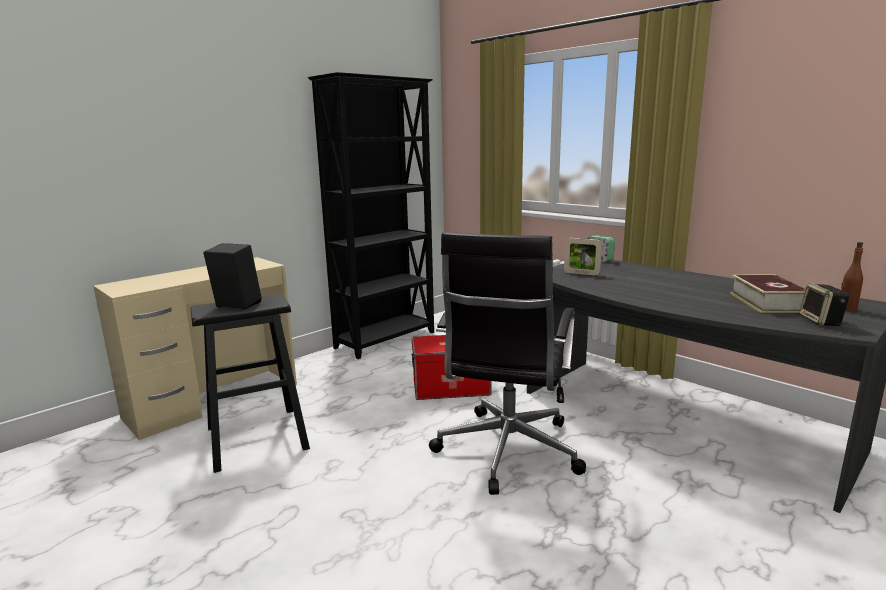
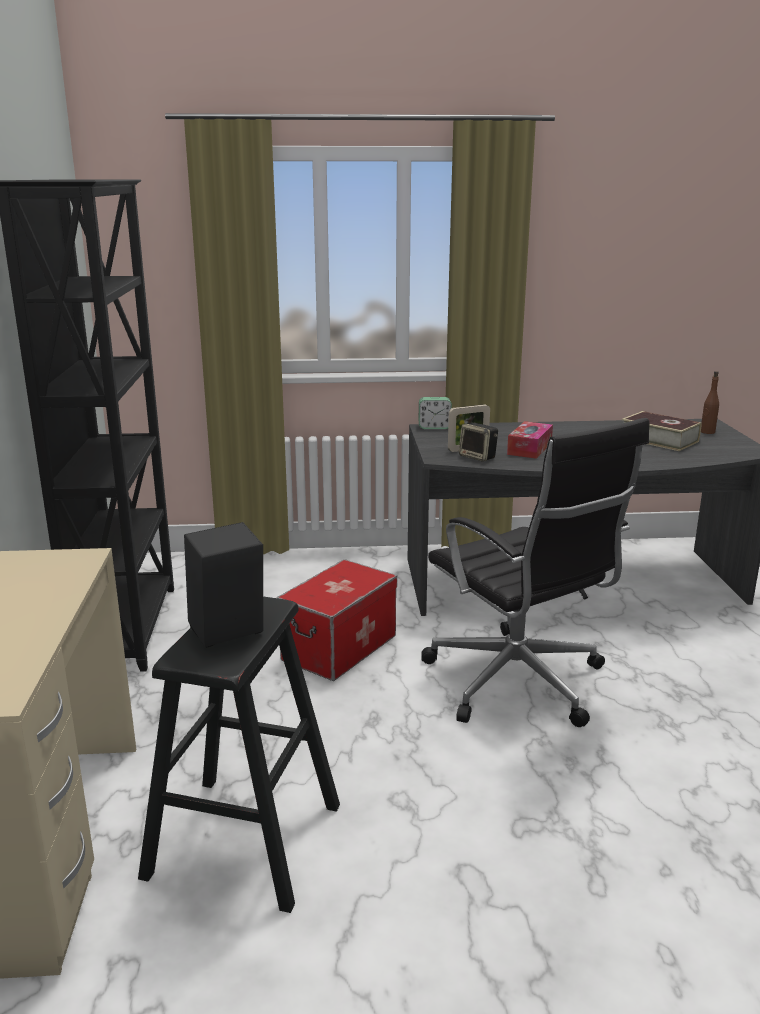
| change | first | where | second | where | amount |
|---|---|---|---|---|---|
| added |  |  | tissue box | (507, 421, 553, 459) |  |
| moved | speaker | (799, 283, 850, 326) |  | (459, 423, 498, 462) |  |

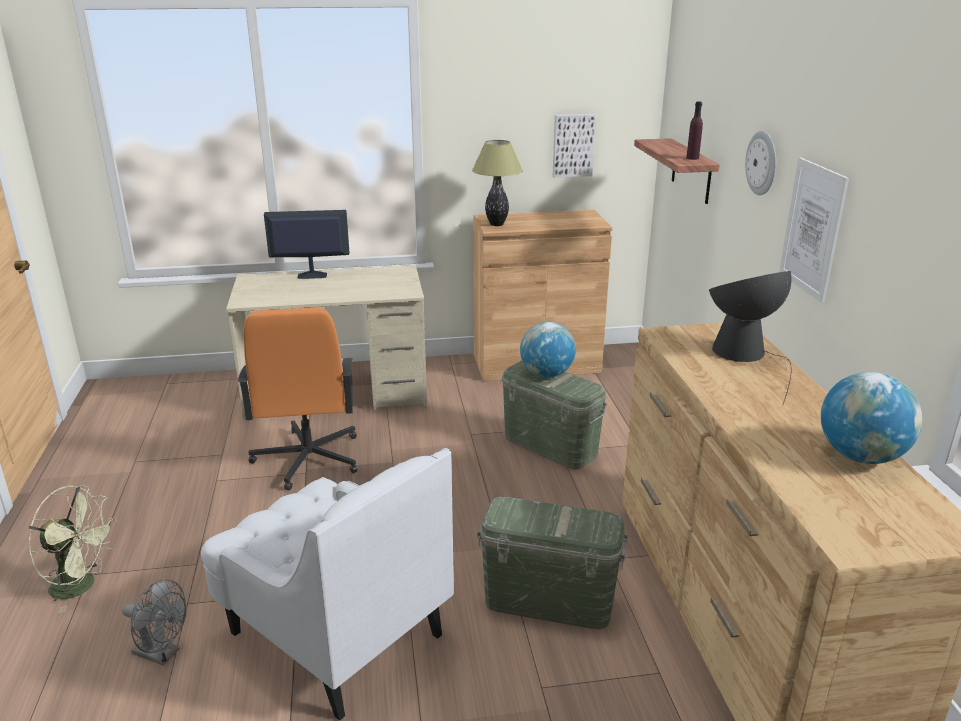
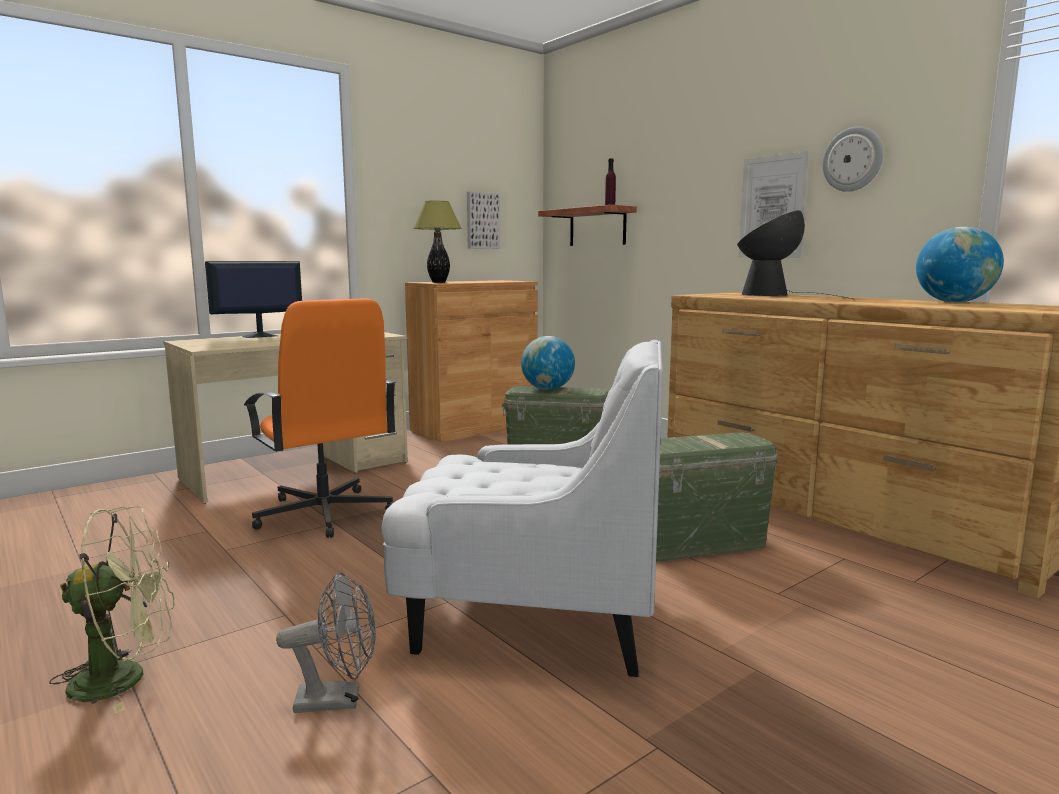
| change | first | where | second | where | amount |
|---|---|---|---|---|---|
| moved | wall clock | (745, 131, 776, 195) |  | (822, 127, 883, 192) |  |

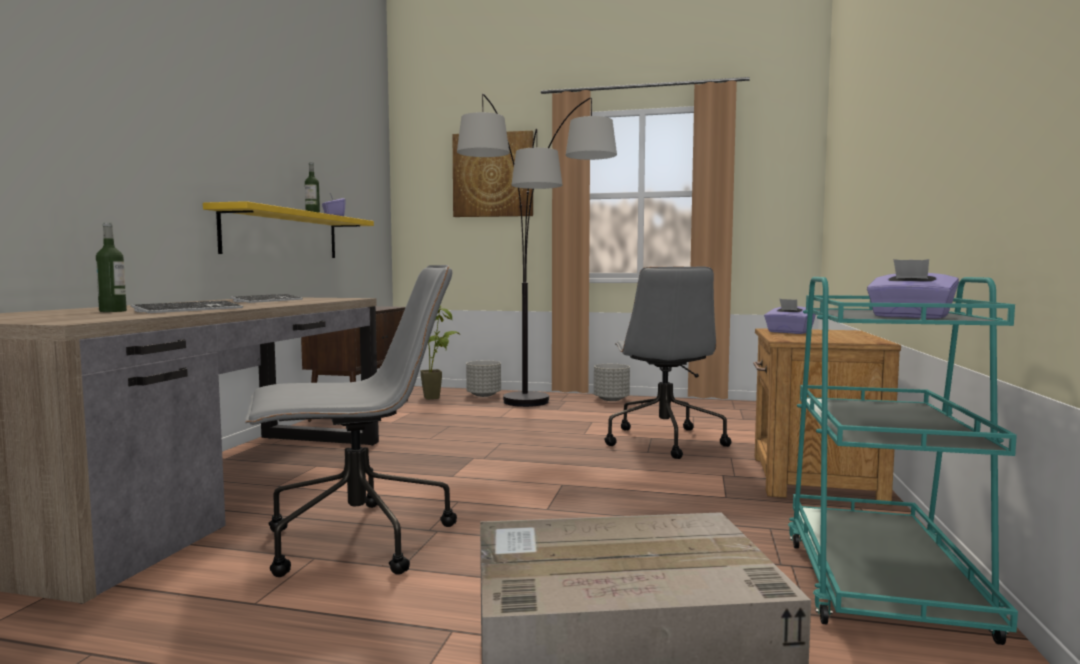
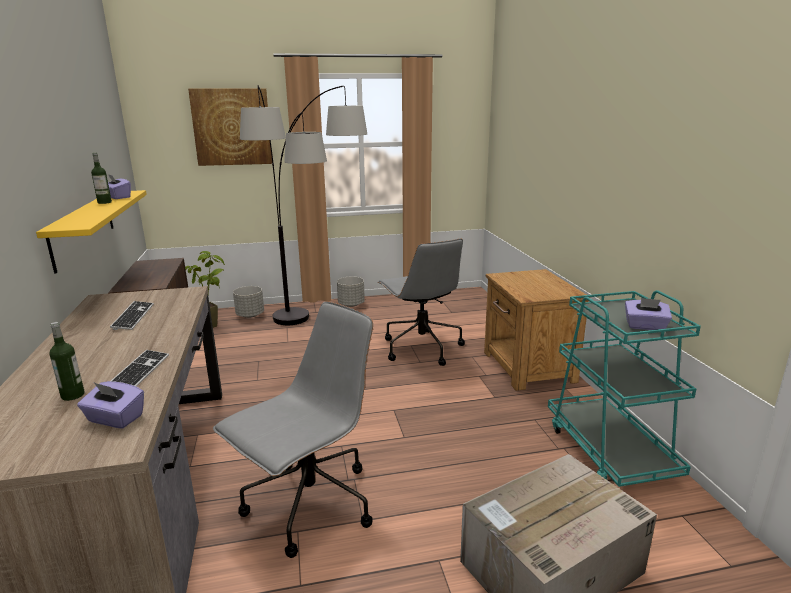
| change | first | where | second | where | amount |
|---|---|---|---|---|---|
| moved | tissue box in purple | (764, 299, 816, 334) |  | (77, 381, 144, 429) |  |

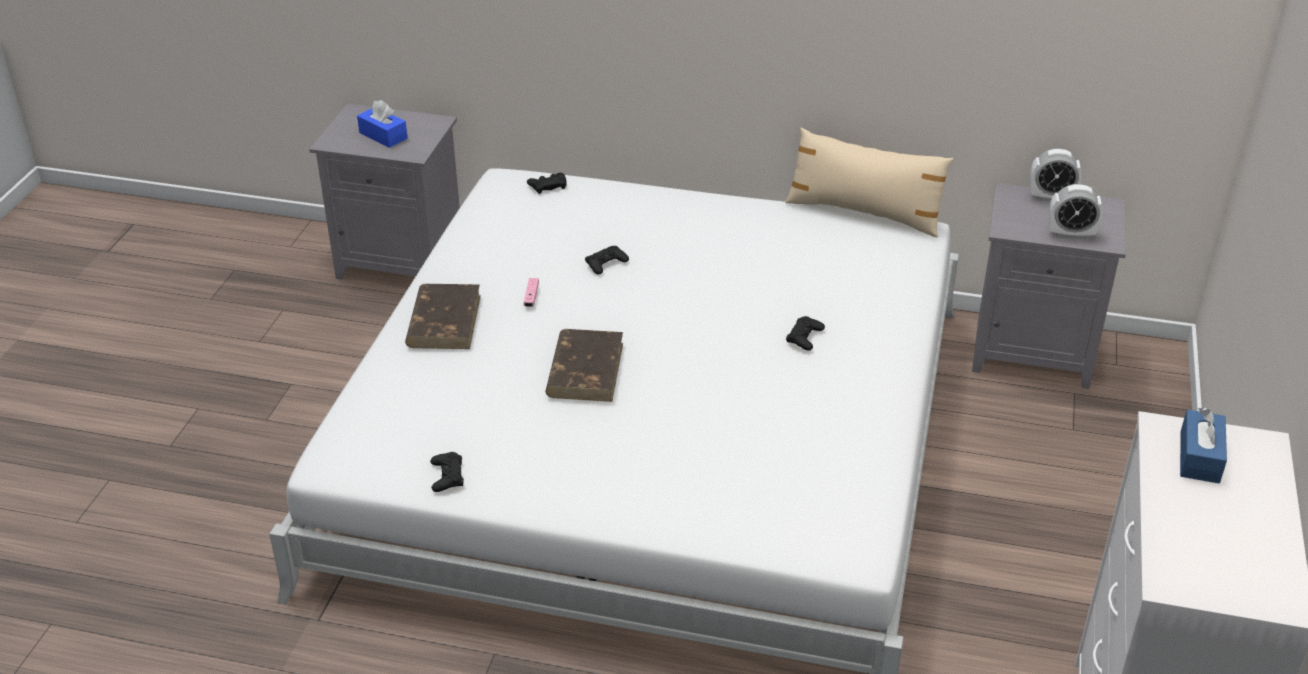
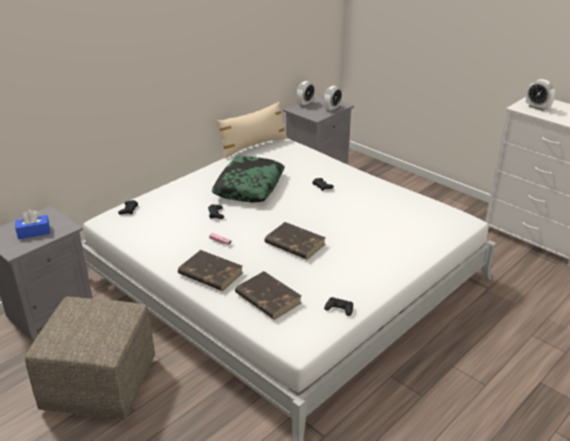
| change | first | where | second | where | amount |
|---|---|---|---|---|---|
| added |  |  | ottoman in beige | (25, 297, 155, 420) |  |
| added |  |  | pillow | (212, 156, 285, 203) |  |
| added |  |  | book in brown | (235, 271, 301, 319) |  |
| replaced | tissue box in blue | (1180, 407, 1227, 483) | alarm clock | (526, 79, 555, 111) |  |

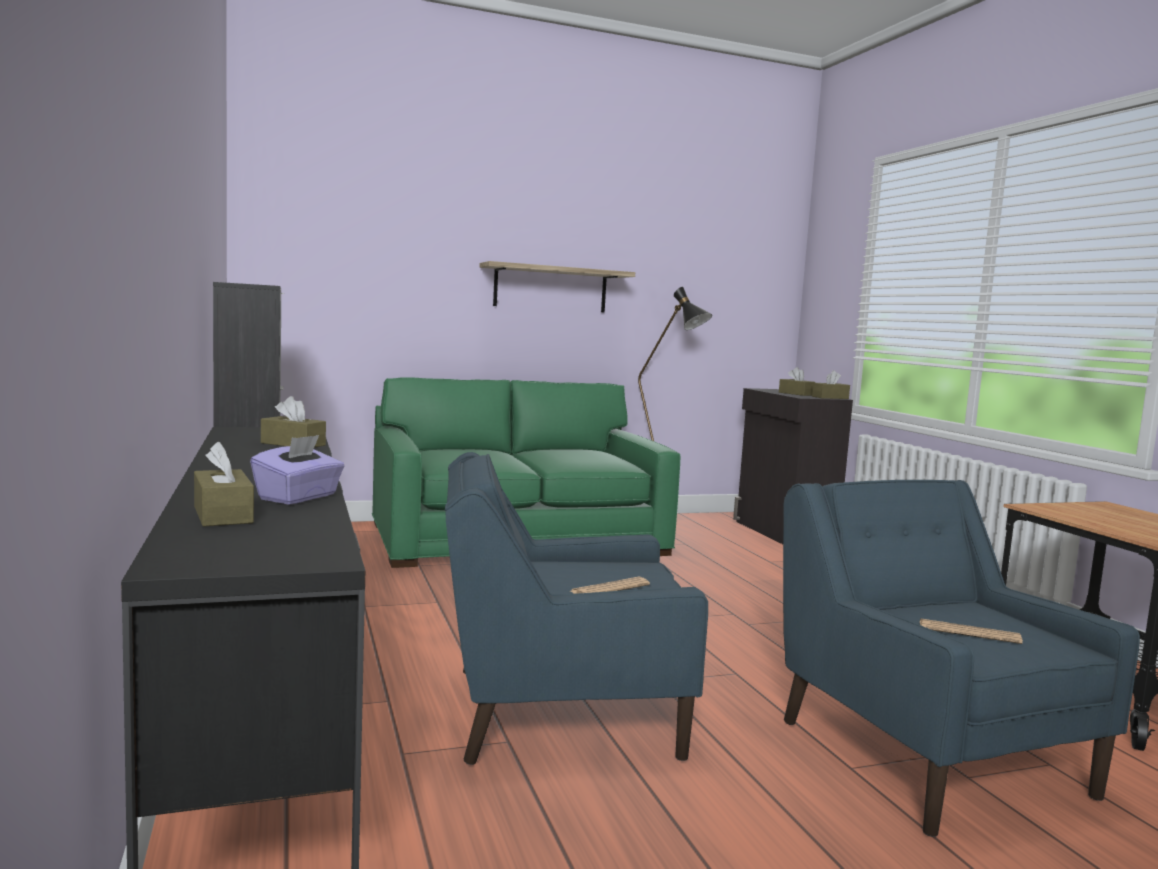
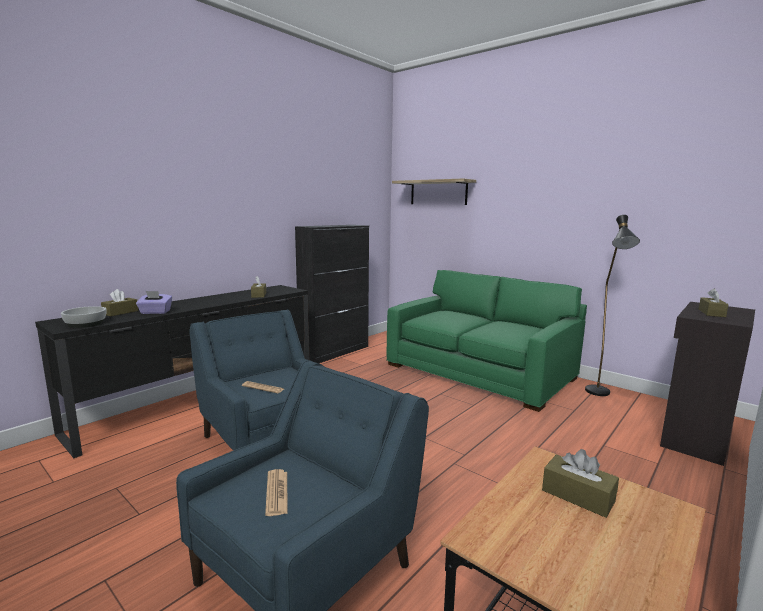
| change | first | where | second | where | amount |
|---|---|---|---|---|---|
| added |  |  | bowl | (61, 306, 106, 328) |  |
| moved | shelf | (479, 261, 635, 313) |  | (392, 178, 476, 205) |  |
| moved | tissue box in brown | (812, 370, 850, 399) |  | (542, 449, 619, 518) |  |

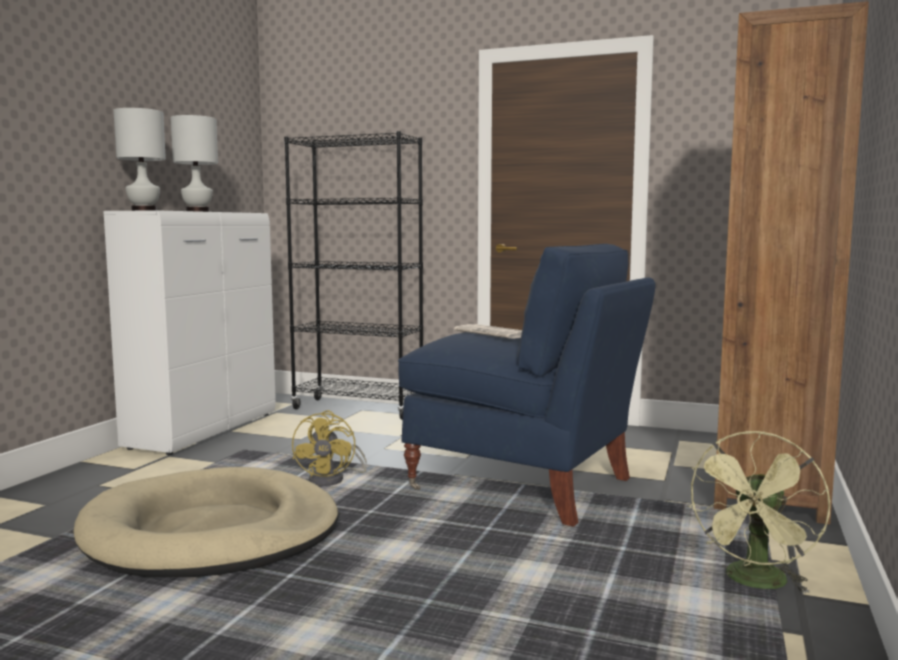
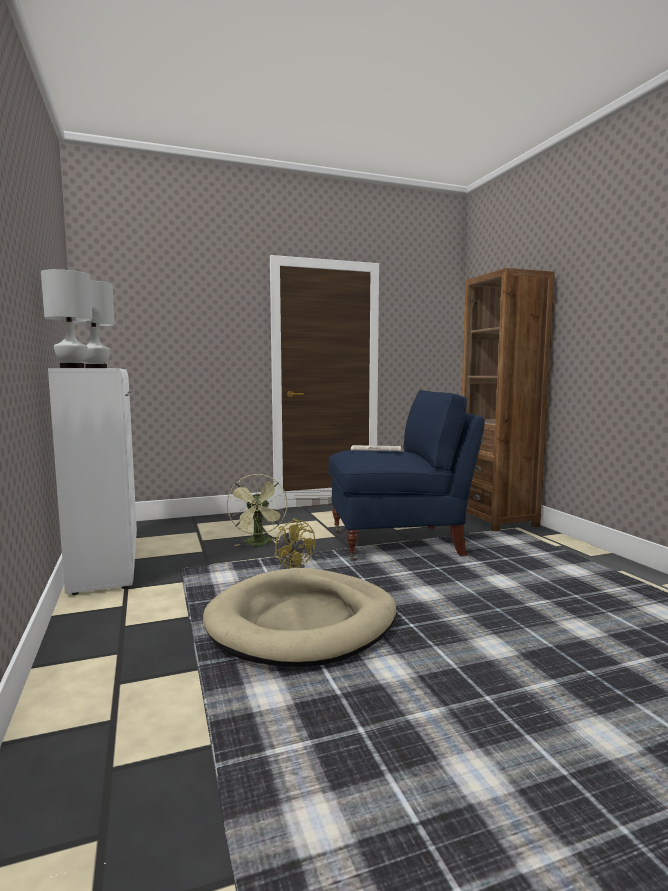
| change | first | where | second | where | amount |
|---|---|---|---|---|---|
| removed | bookcase in black | (284, 131, 423, 420) |  |  |  |
| moved | fan in green | (687, 431, 830, 593) |  | (227, 474, 288, 546) |  |

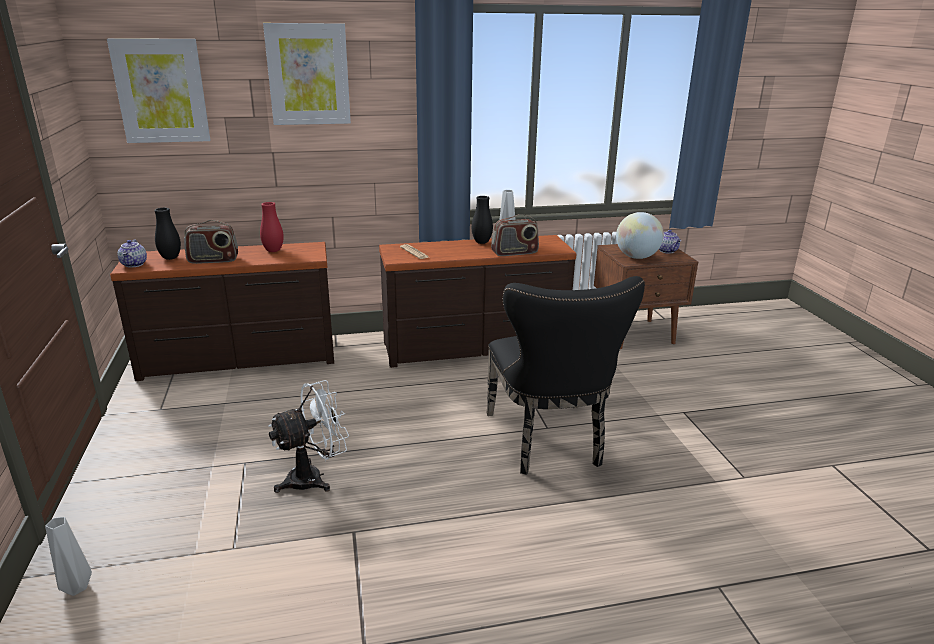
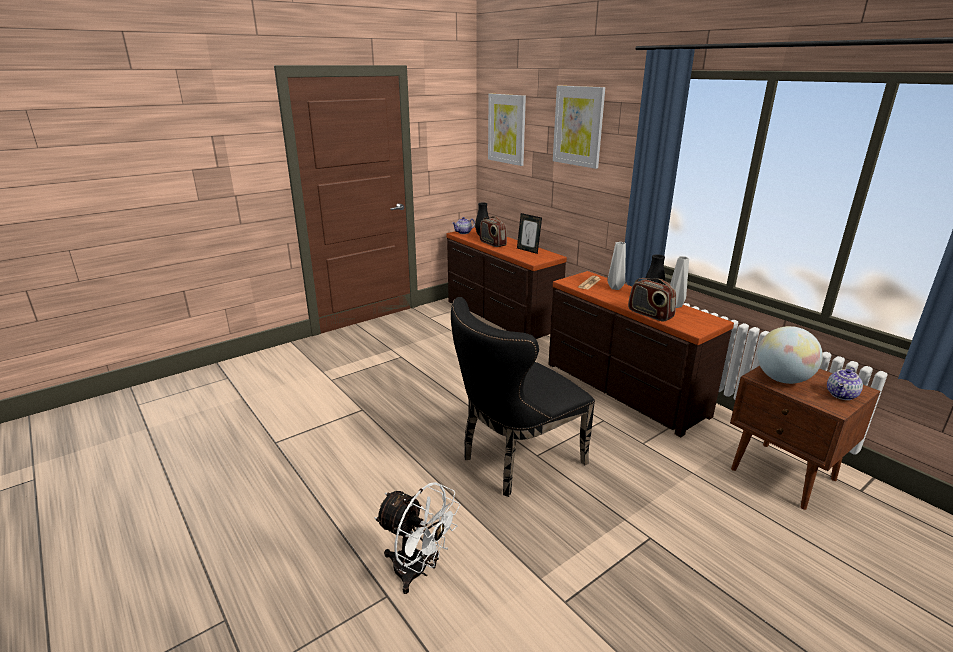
| change | first | where | second | where | amount |
|---|---|---|---|---|---|
| moved | vase in grey | (45, 517, 92, 596) |  | (607, 242, 626, 290) |  |
| moved | fan in white | (268, 380, 349, 493) |  | (374, 482, 460, 594) |  |
| replaced | vase in red | (260, 202, 284, 252) | picture frame | (517, 213, 542, 254) |  |

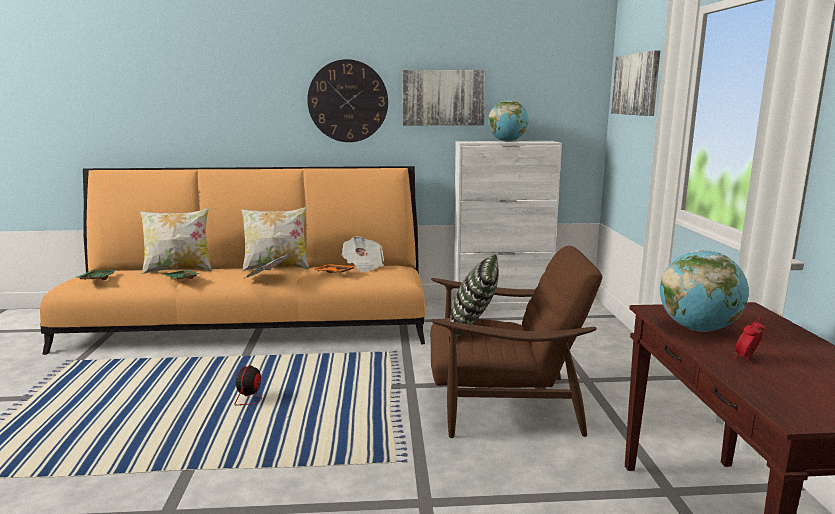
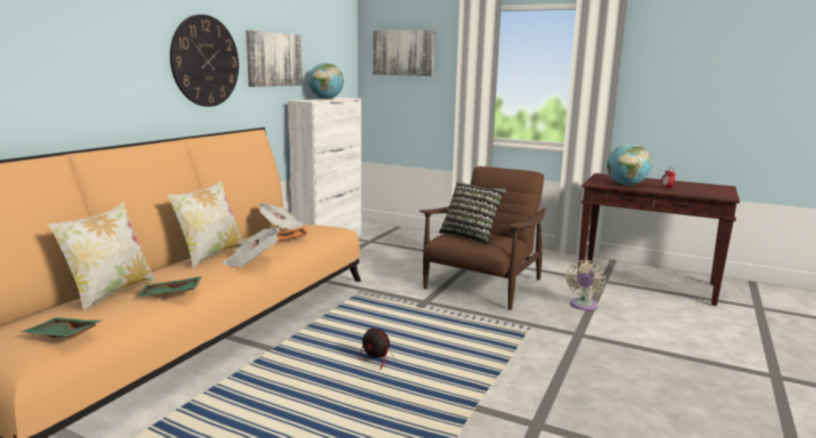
| change | first | where | second | where | amount |
|---|---|---|---|---|---|
| added |  |  | fan in beige | (566, 260, 606, 311) |  |

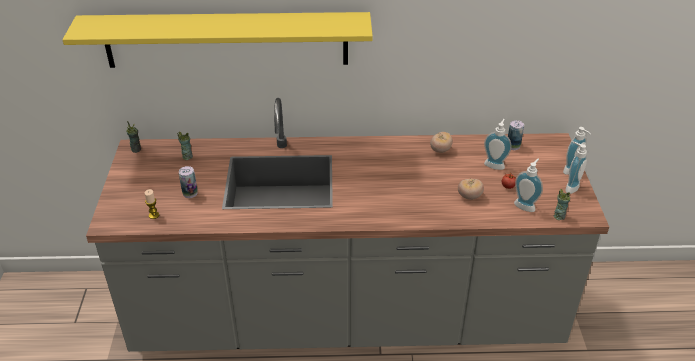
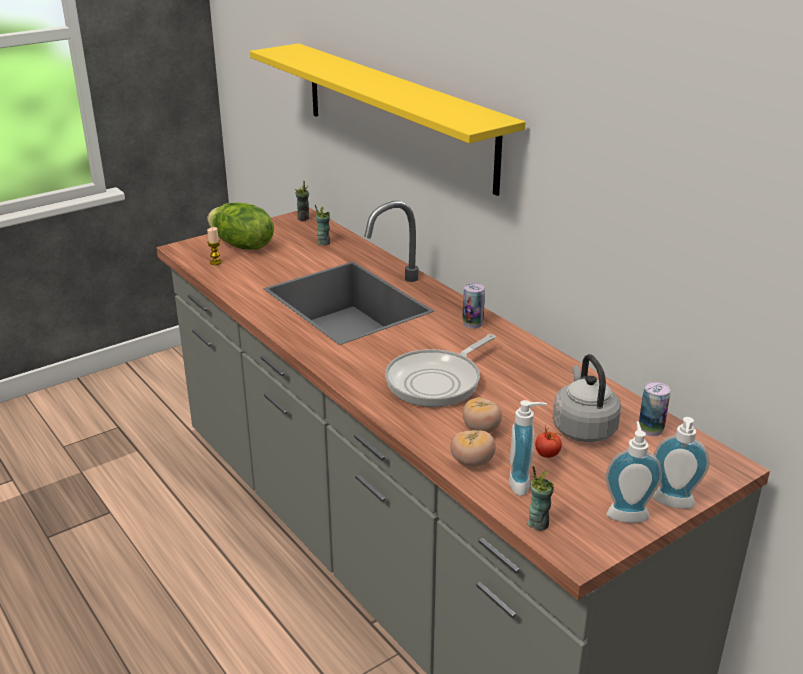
| change | first | where | second | where | amount |
|---|---|---|---|---|---|
| added |  |  | lettuce | (207, 202, 274, 250) |  |
| added |  |  | frying pan | (385, 334, 496, 407) |  |
| moved | can | (179, 166, 198, 198) |  | (462, 283, 485, 329) |  |
| moved | tomato | (430, 132, 453, 153) |  | (450, 430, 496, 467) |  |
| replaced | soap dispenser | (484, 119, 512, 170) | kettle in grey | (553, 354, 621, 442) |  |

